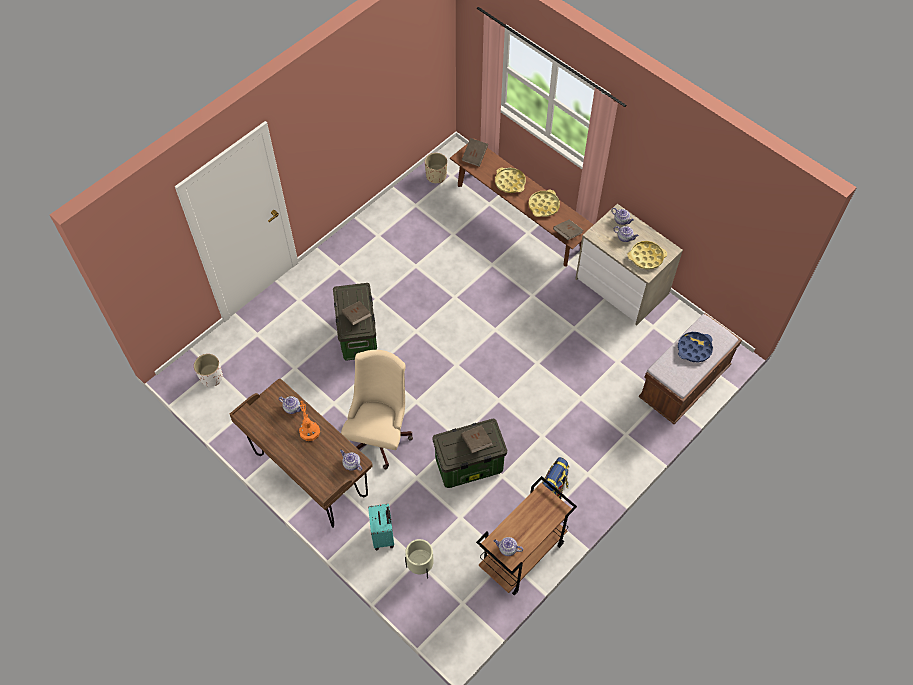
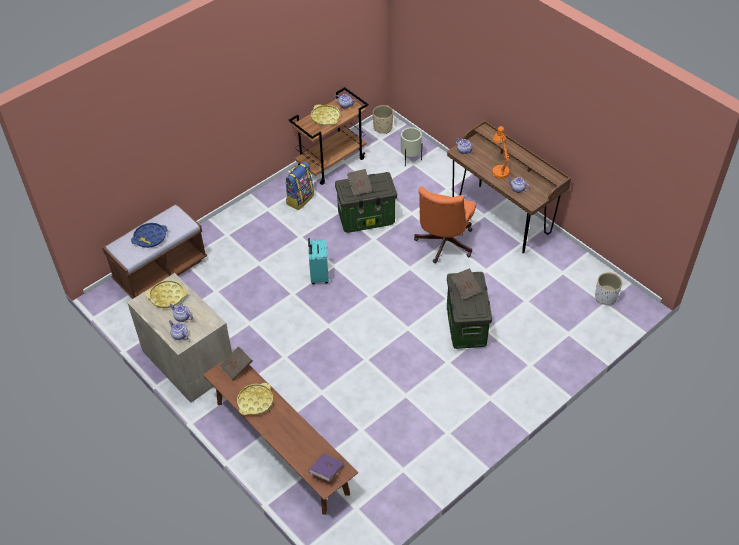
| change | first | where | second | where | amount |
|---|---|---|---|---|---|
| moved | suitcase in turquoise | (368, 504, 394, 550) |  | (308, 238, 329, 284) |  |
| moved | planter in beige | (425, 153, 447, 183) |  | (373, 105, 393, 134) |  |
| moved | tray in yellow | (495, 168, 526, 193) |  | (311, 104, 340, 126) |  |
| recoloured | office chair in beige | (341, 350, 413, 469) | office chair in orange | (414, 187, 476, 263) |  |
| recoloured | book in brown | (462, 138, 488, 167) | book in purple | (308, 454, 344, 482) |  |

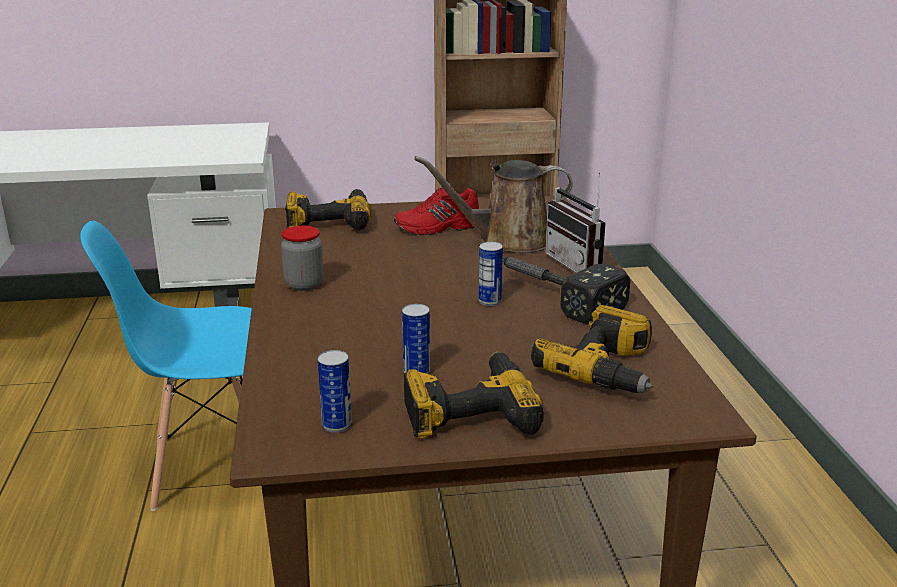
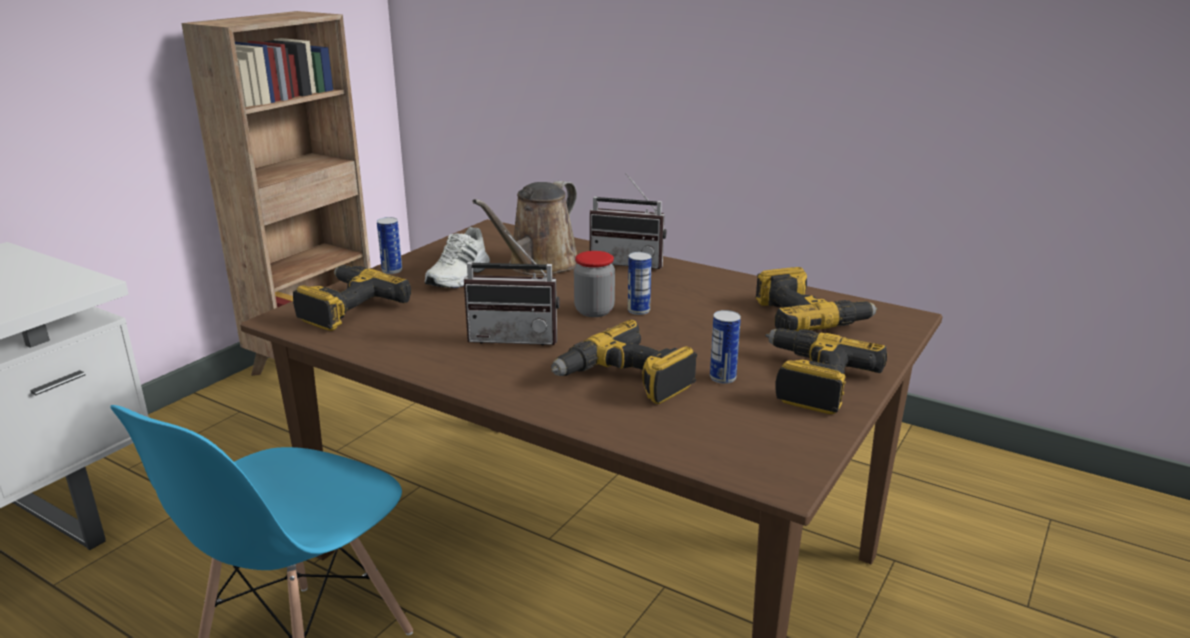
| change | first | where | second | where | amount |
|---|---|---|---|---|---|
| removed | hammer | (502, 257, 630, 324) |  |  |  |
| added |  |  | radio | (464, 230, 560, 346) |  |
| added |  |  | power drill | (551, 320, 697, 404) |  |
| moved | jar | (281, 226, 324, 291) |  | (574, 251, 615, 317) |  |
| moved | can | (318, 350, 352, 433) |  | (377, 217, 402, 274) |  |
| recoloured | shoe in red | (394, 188, 479, 235) | shoe in white | (425, 227, 490, 288) |  |

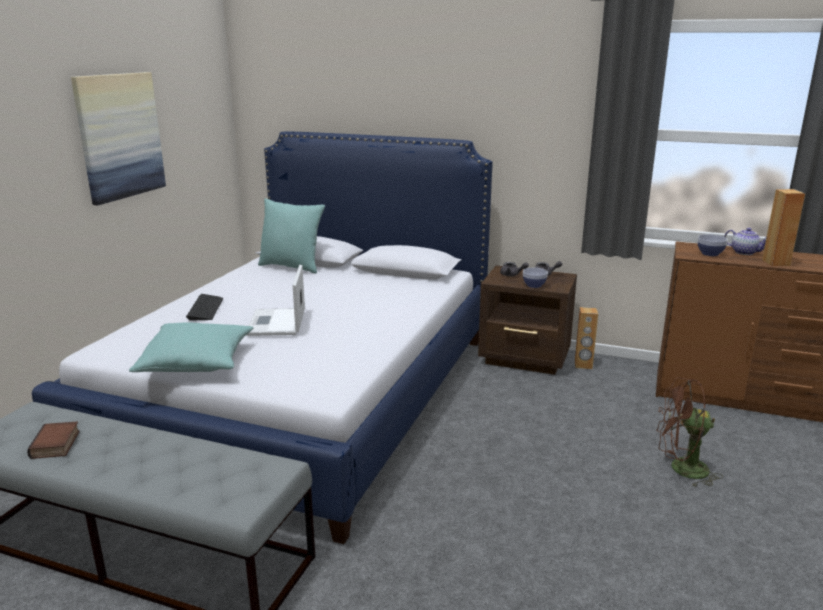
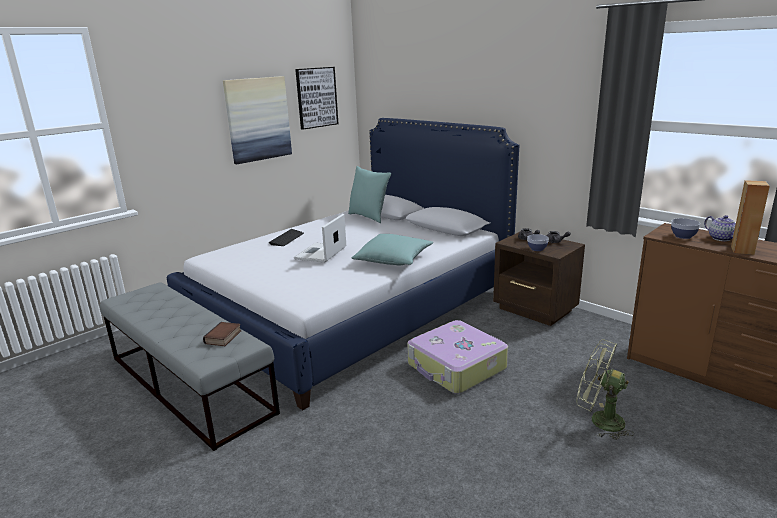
| change | first | where | second | where | amount |
|---|---|---|---|---|---|
| removed | speaker in brown | (575, 307, 598, 369) |  |  |  |
| added |  |  | picture | (295, 67, 338, 130) |  |
| added |  |  | suitcase | (407, 320, 508, 394) |  |
| moved | book | (27, 422, 80, 459) |  | (203, 322, 242, 346) |  |
| moved | pillow in turquoise | (129, 322, 253, 372) |  | (352, 234, 433, 265) |  |
| recoloured | fan in brown | (656, 377, 723, 487) | fan in green | (576, 339, 634, 440) |  |

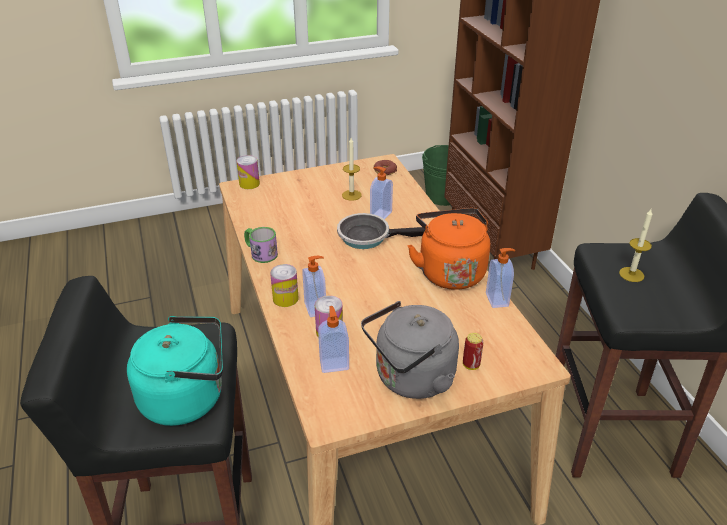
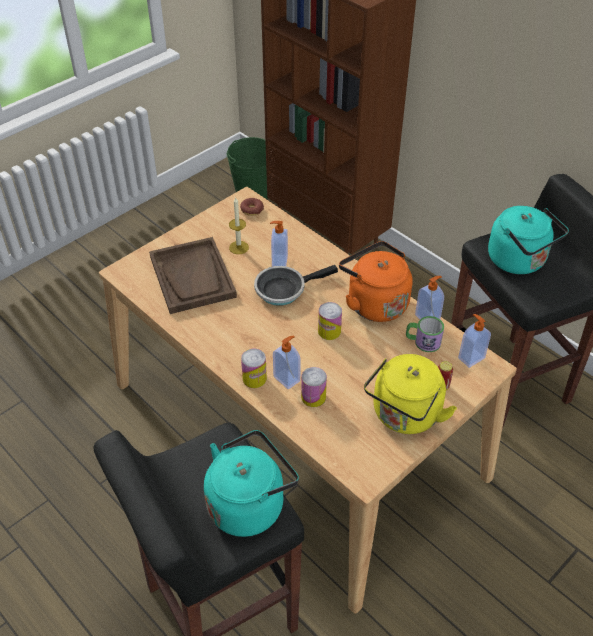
| change | first | where | second | where | amount |
|---|---|---|---|---|---|
| added |  |  | tray in brown | (149, 237, 237, 314) |  |
| moved | can | (236, 155, 260, 189) |  | (318, 302, 342, 340) |  |
| moved | mug | (244, 227, 278, 263) |  | (406, 316, 444, 352) |  |
| moved | soap dispenser | (318, 306, 349, 373) |  | (458, 314, 491, 368) |  |
| replaced | candle | (619, 209, 652, 282) | kettle in turquoise | (488, 206, 569, 274) |  |
| recoloured | kettle in grey | (361, 301, 459, 399) | kettle in yellow | (364, 354, 457, 434) |  |

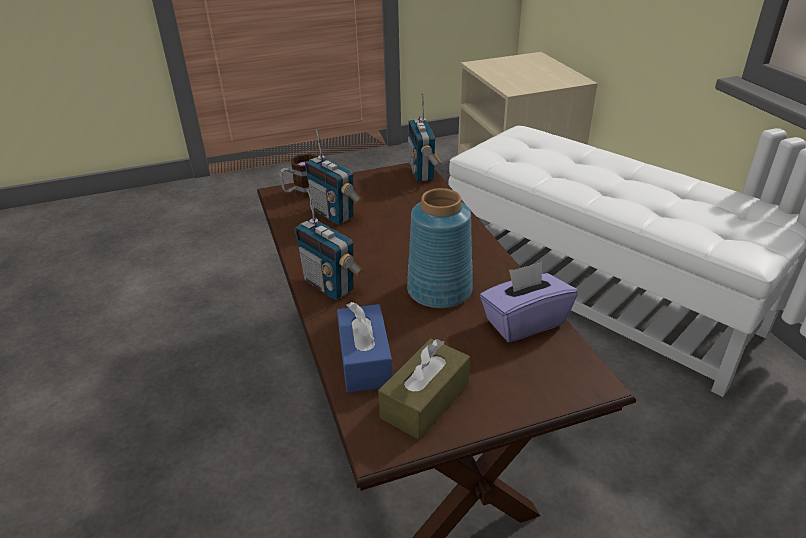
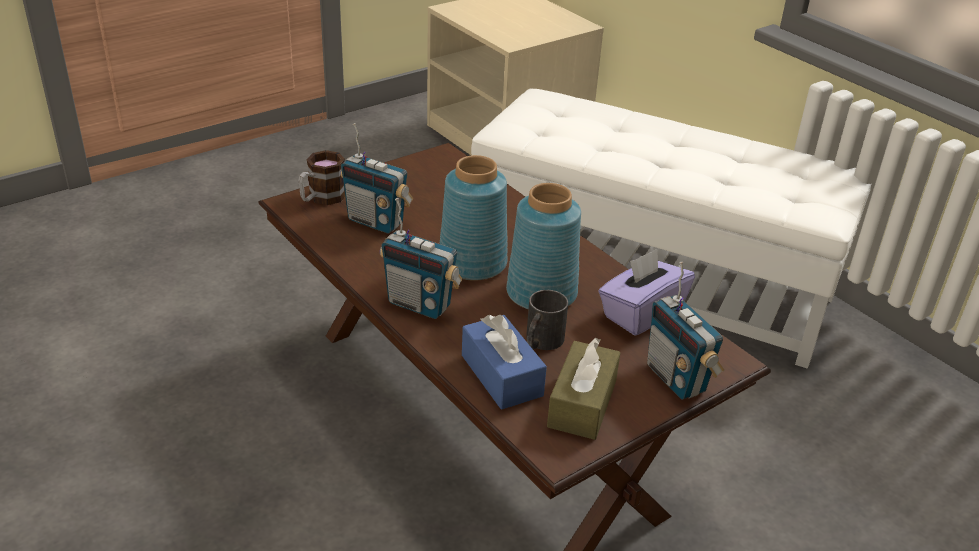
| change | first | where | second | where | amount |
|---|---|---|---|---|---|
| added |  |  | vase in blue | (440, 155, 508, 281) |  |
| added |  |  | mug in black | (526, 290, 568, 350) |  |
| moved | radio | (408, 94, 441, 181) |  | (647, 262, 724, 400) |  |

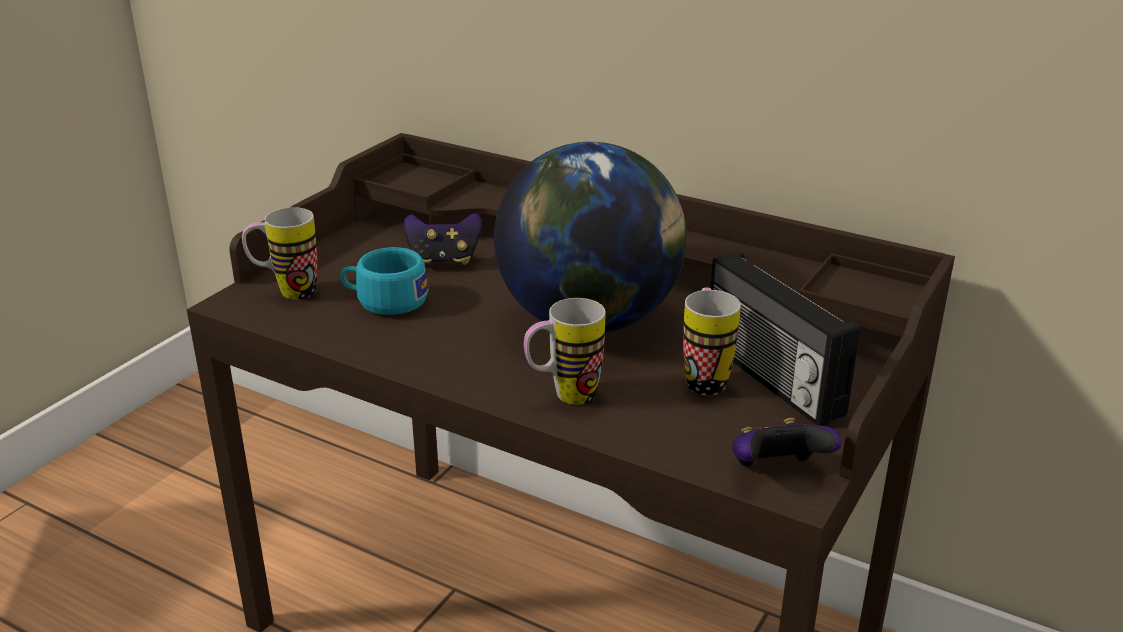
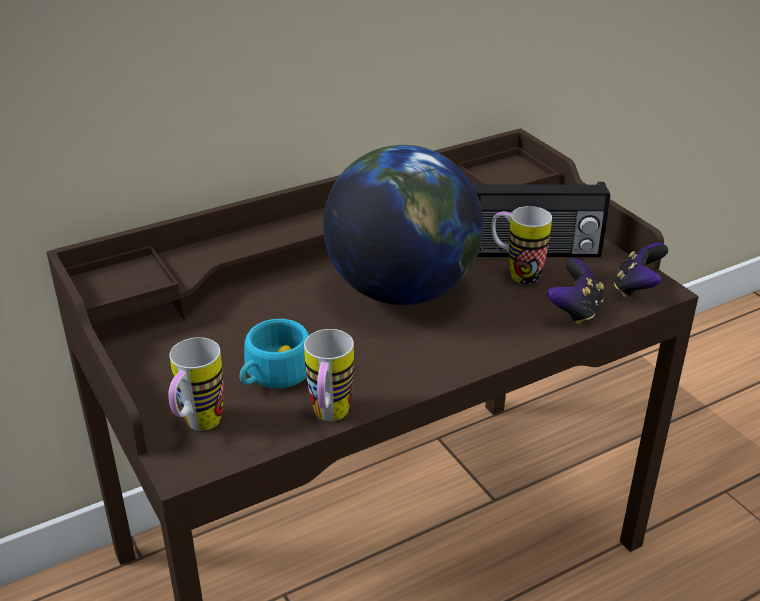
| change | first | where | second | where | amount |
|---|---|---|---|---|---|
| moved | game controller | (404, 213, 482, 265) |  | (547, 259, 604, 325) |  |
| moved | mug | (524, 298, 605, 405) |  | (304, 329, 354, 421) |  |

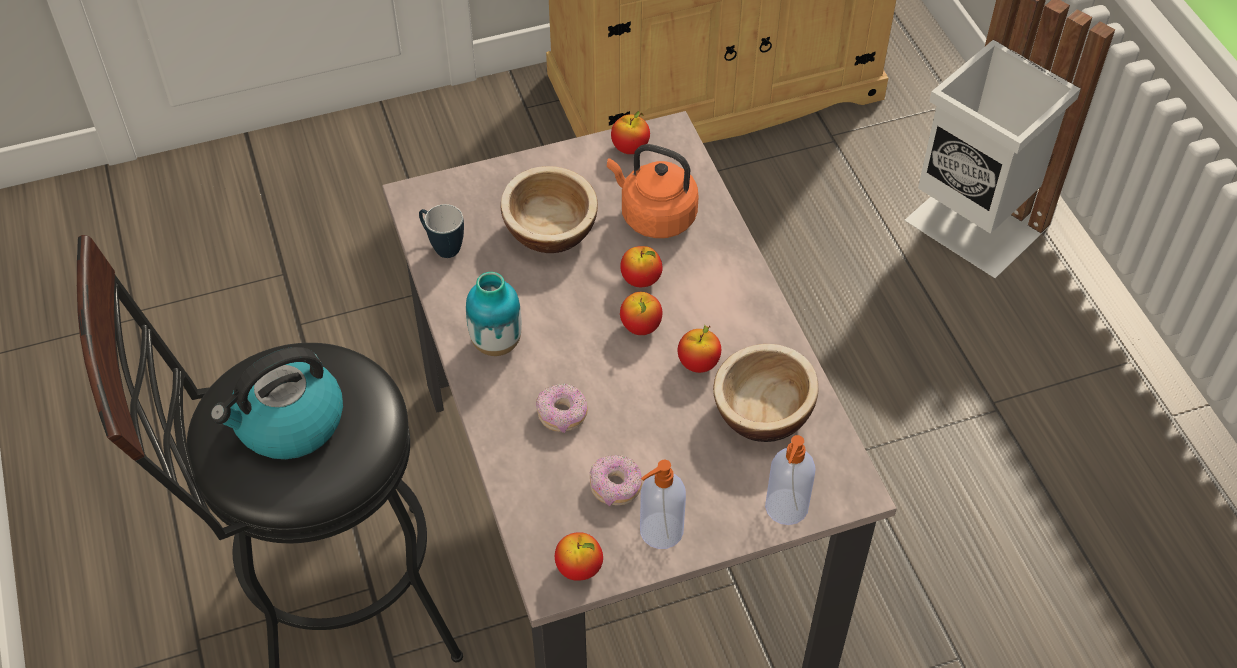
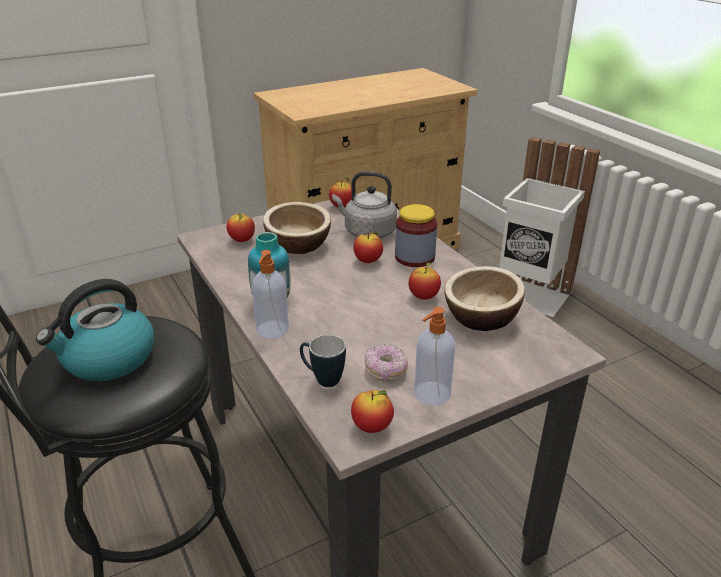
| change | first | where | second | where | amount |
|---|---|---|---|---|---|
| removed | donut | (536, 383, 588, 433) |  |  |  |
| added |  |  | jar | (395, 204, 437, 267) |  |
| moved | mug | (419, 204, 464, 258) |  | (300, 335, 346, 387) |  |
| moved | apple | (620, 292, 662, 335) |  | (227, 213, 255, 242) |  |
| moved | soap dispenser | (765, 435, 816, 525) |  | (252, 250, 289, 339) |  |
| recoloured | kettle in orange | (607, 144, 699, 238) | kettle in grey | (332, 172, 397, 239) |  |

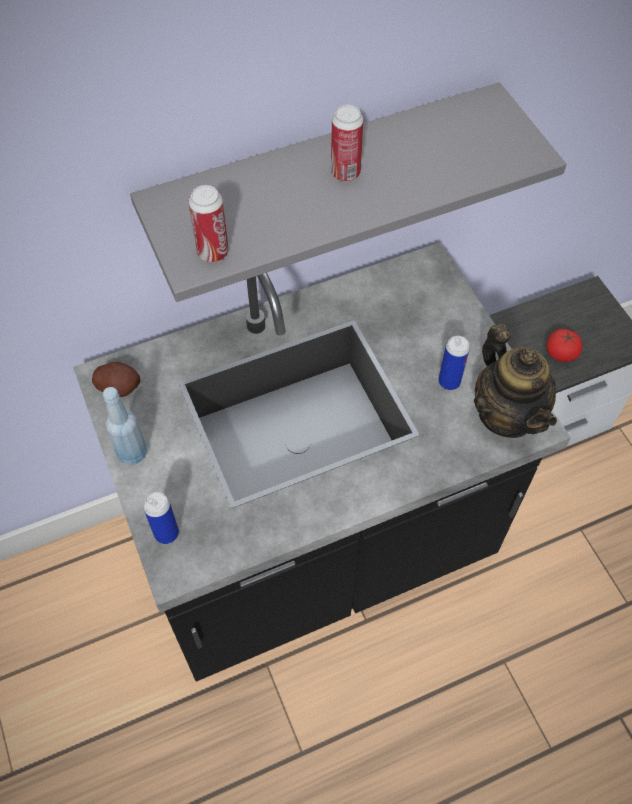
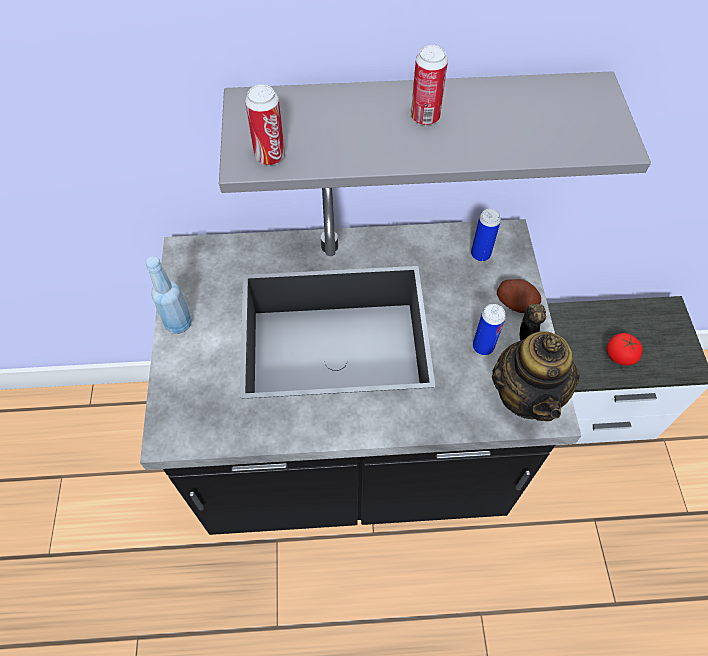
| change | first | where | second | where | amount |
|---|---|---|---|---|---|
| moved | potato | (92, 362, 141, 397) |  | (497, 279, 541, 313) |  |
| moved | can | (143, 492, 179, 544) |  | (471, 209, 501, 261) |  |

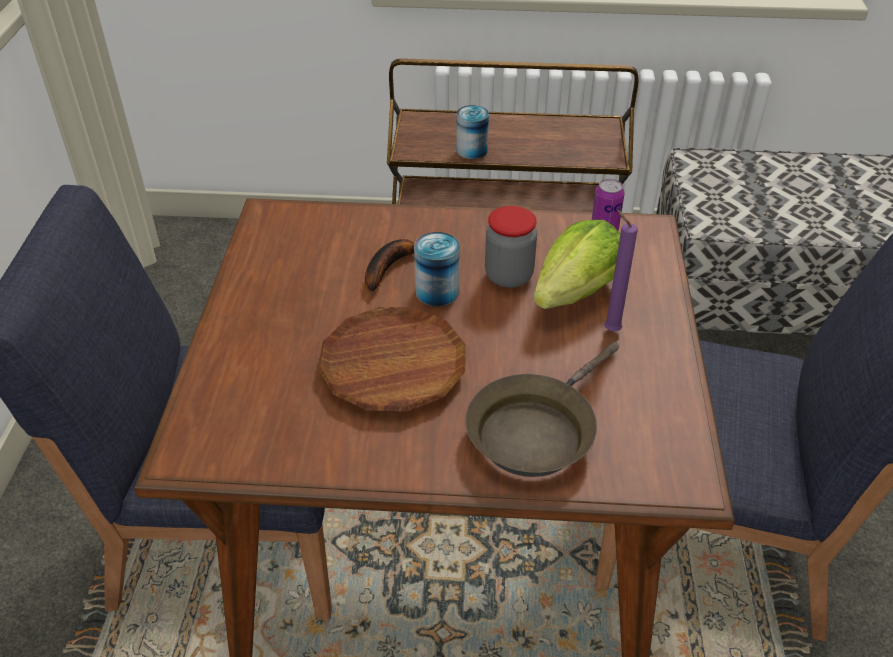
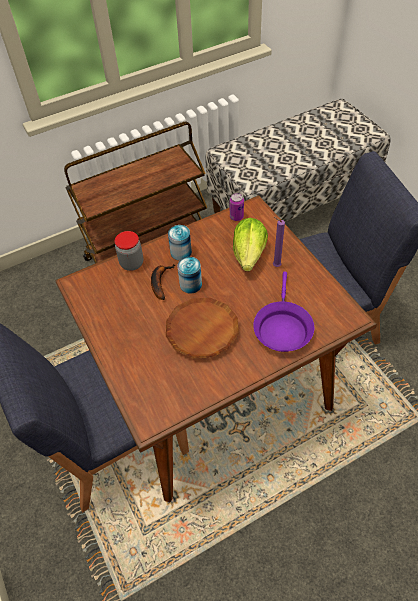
| change | first | where | second | where | amount |
|---|---|---|---|---|---|
| moved | can | (456, 105, 489, 159) |  | (168, 225, 192, 261) |  |
| moved | jar | (485, 206, 537, 288) |  | (115, 231, 143, 271) |  |
| recoloured | frying pan in brown | (465, 342, 619, 477) | frying pan in purple | (253, 271, 314, 352) |  |

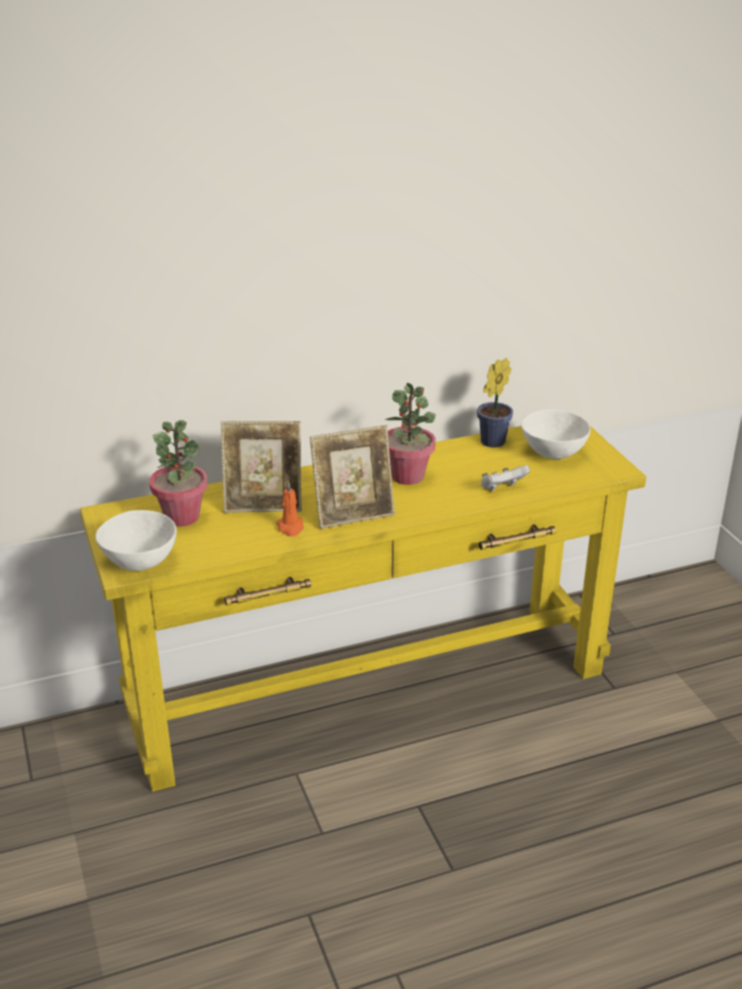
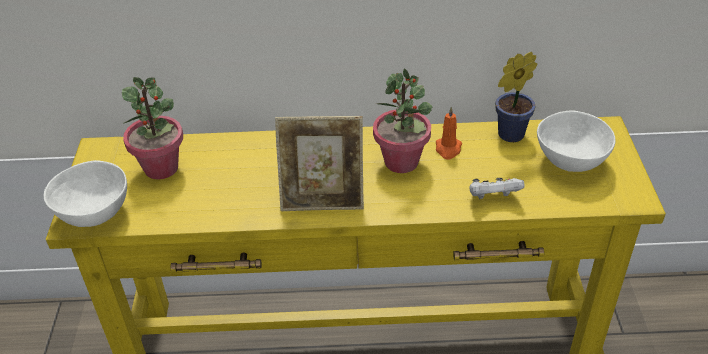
| change | first | where | second | where | amount |
|---|---|---|---|---|---|
| removed | picture frame | (221, 421, 302, 513) |  |  |  |
| moved | candle in orange | (276, 481, 304, 537) |  | (436, 107, 462, 160) |  |

